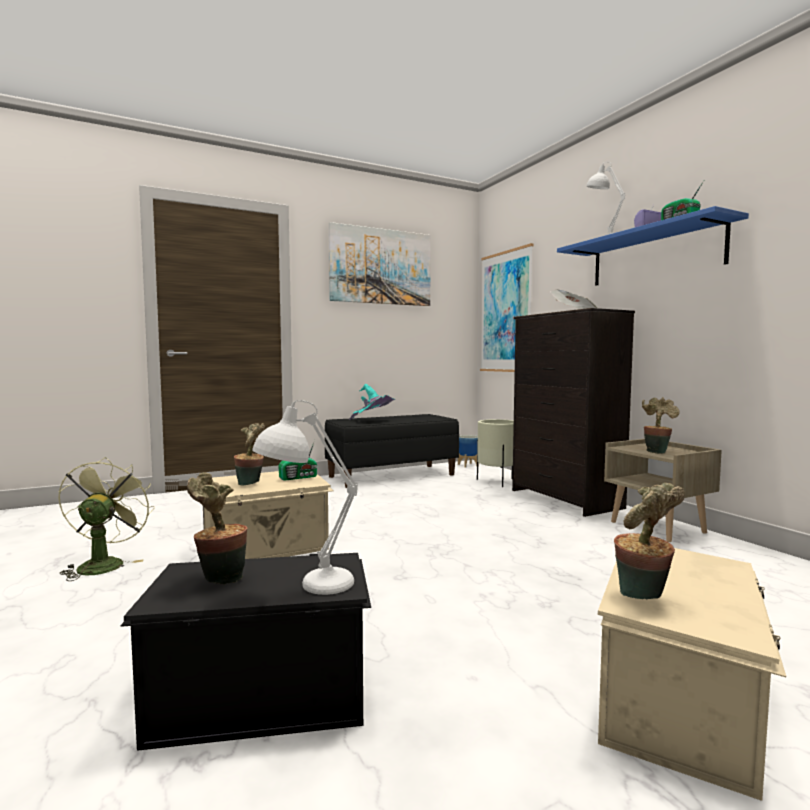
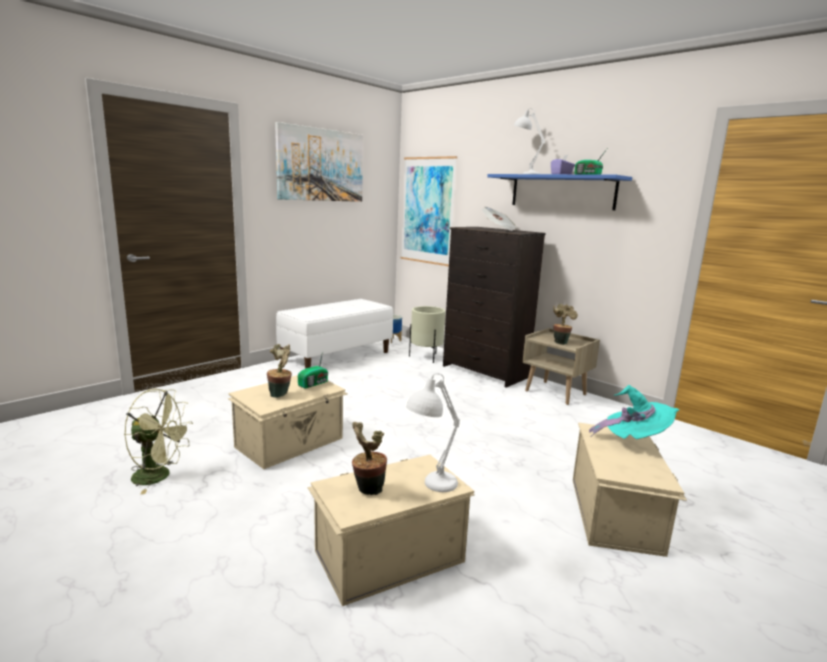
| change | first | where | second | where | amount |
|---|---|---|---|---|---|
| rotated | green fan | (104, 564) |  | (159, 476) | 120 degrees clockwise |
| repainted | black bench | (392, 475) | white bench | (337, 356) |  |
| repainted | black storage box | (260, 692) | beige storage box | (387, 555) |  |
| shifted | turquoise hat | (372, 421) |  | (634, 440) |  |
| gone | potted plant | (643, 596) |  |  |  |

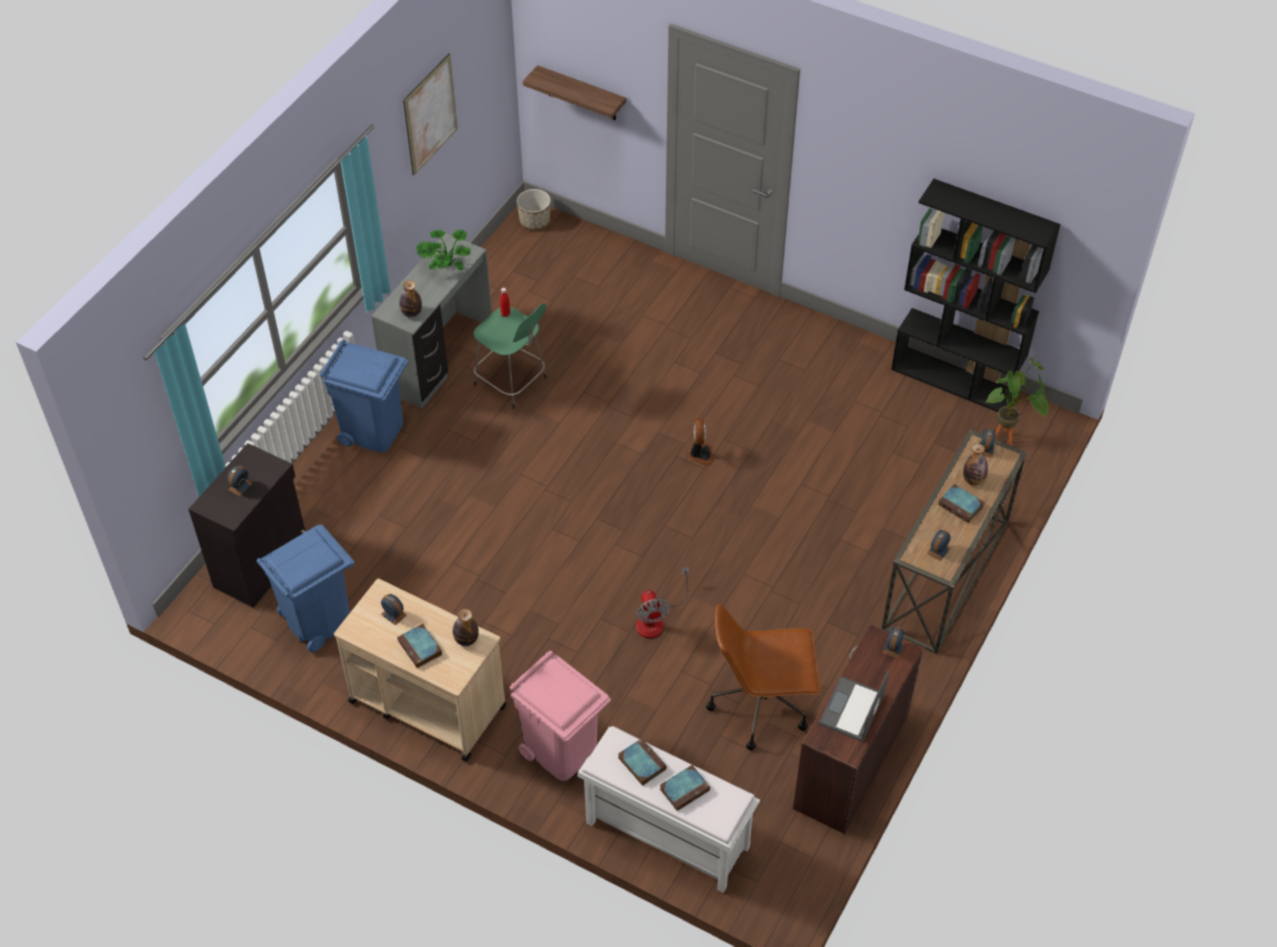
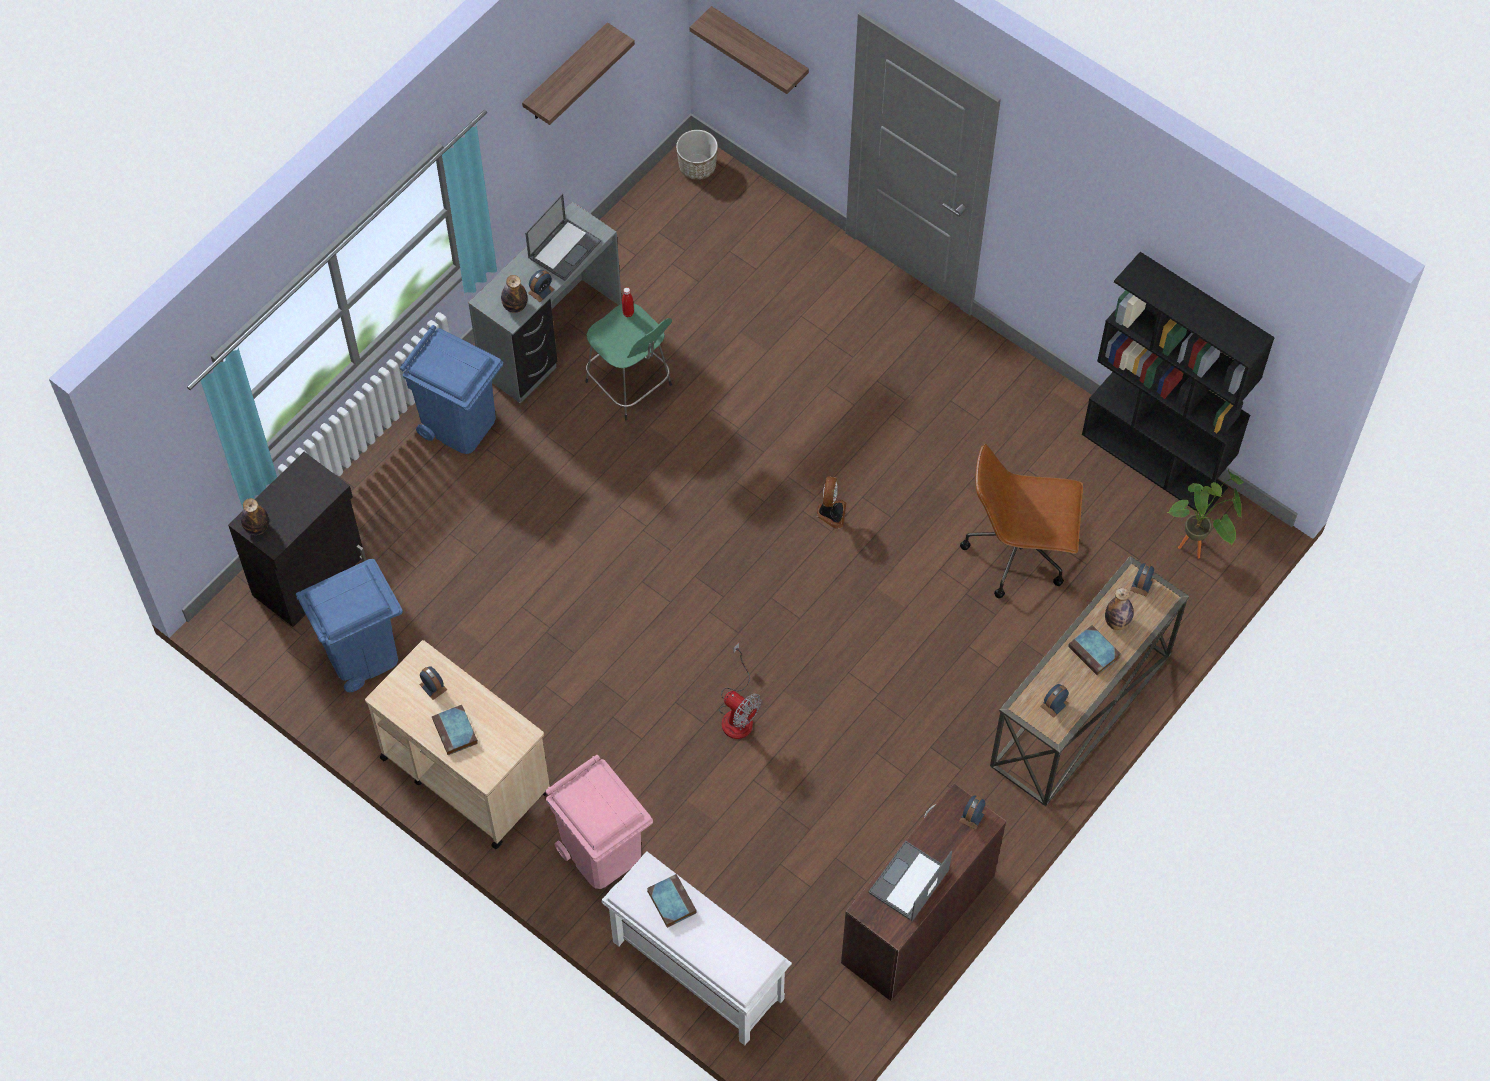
| change | first | where | second | where | amount |
|---|---|---|---|---|---|
| shifted | bottle | (466, 639) |  | (257, 527) |  |
| swapped | picture | (430, 114) | shelf | (566, 75) |  |
| swapped | potted plant | (445, 266) | laptop | (565, 249) |  |
| shifted | alarm clock | (240, 486) |  | (541, 291) |  |
| rotated | fan | (656, 619) |  | (737, 713) | 45 degrees counterclockwise |
| shifted | brown office chair | (761, 705) |  | (1019, 552) |  |
| gone | book | (685, 789) |  |  |  |

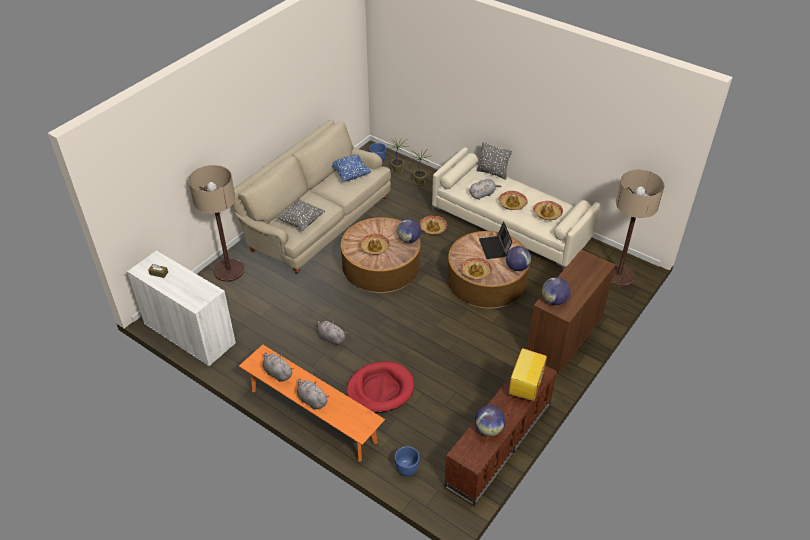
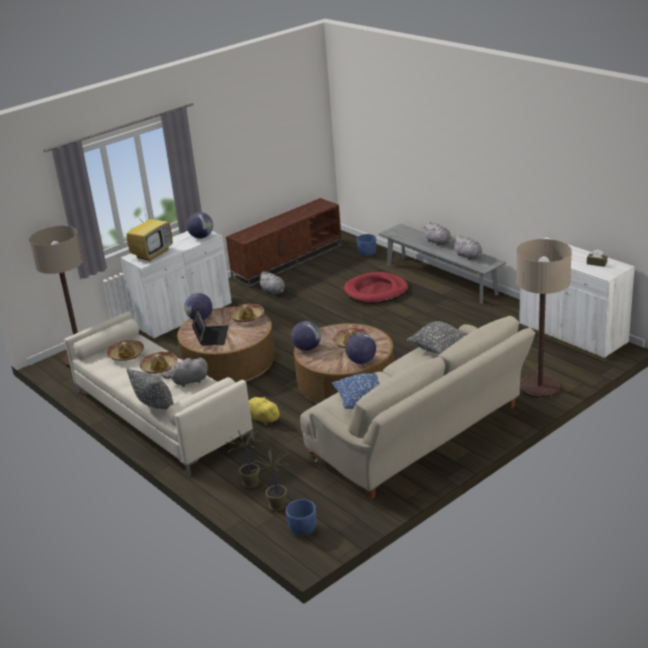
| change | first | where | second | where | amount |
|---|---|---|---|---|---|
| repainted | brown cabinet | (564, 337) | white cabinet | (183, 315) |  |
| shifted | television | (526, 388) |  | (152, 254) |  |
| swapped | hat | (433, 228) | yellow plush toy | (262, 418) |  |
| shifted | grey plush toy | (330, 338) |  | (274, 291) |  |
| shifted | globe | (489, 429) |  | (361, 361) |  |
| repainted | orange bench | (312, 416) | grey bench | (440, 279) |  |

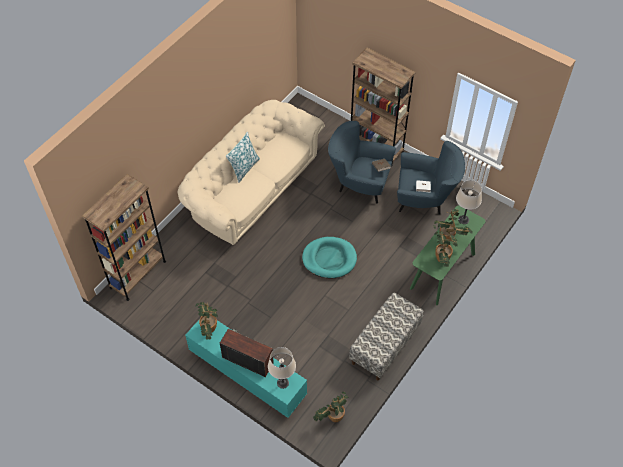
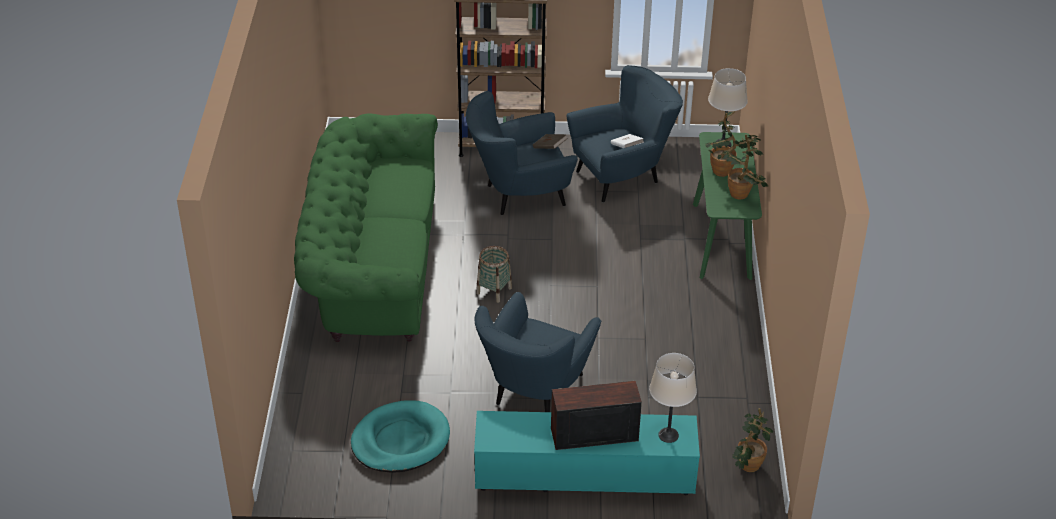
| change | first | where | second | where | amount |
|---|---|---|---|---|---|
| repainted | beige sofa | (251, 188) | green sofa | (372, 265) |  |
| shifted | turquoise dog bed | (329, 259) |  | (400, 440) |  |
| new |  |  | blue armchair | (534, 394) |  |
| new |  |  | basket | (494, 290) |  |
| gone | brown bookcase | (138, 274) |  |  |  |
| gone | potted plant | (208, 330) |  |  |  |
| gone | pillow | (244, 168) |  |  |  |
| gone | bench | (385, 345) |  |  |  |

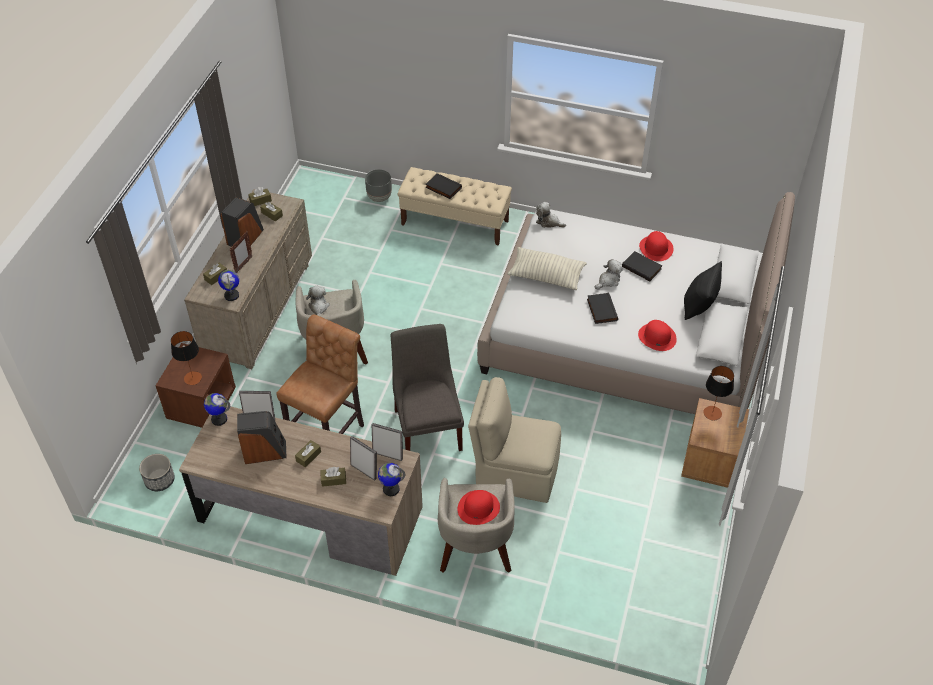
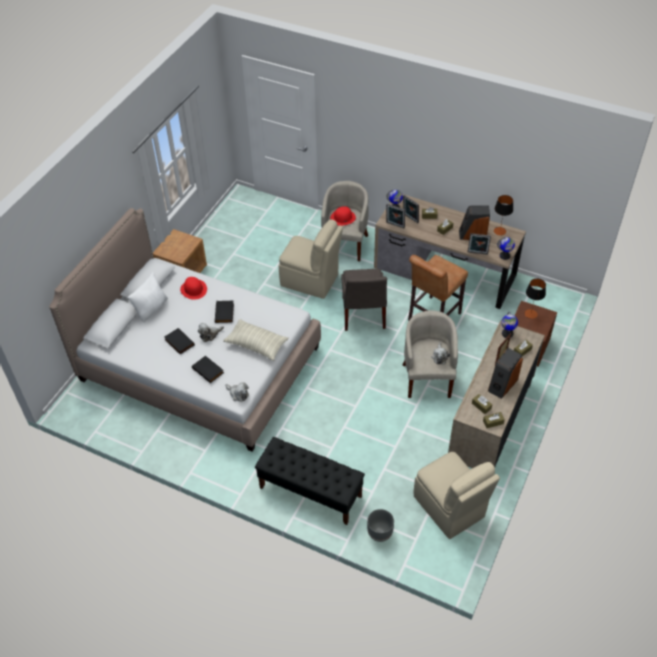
| change | first | where | second | where | amount |
|---|---|---|---|---|---|
| repainted | black pillow | (699, 305) | white pillow | (151, 308) |  |
| shifted | black book | (442, 188) |  | (208, 370) |  |
| repainted | beige bench | (455, 222) | black bench | (310, 492) |  |
| new |  |  | beige chair | (449, 508) |  |
| shifted | table lamp | (712, 413) |  | (499, 231) |  |
| gone | planter | (159, 480) |  |  |  |
| gone | red hat | (656, 248) |  |  |  |

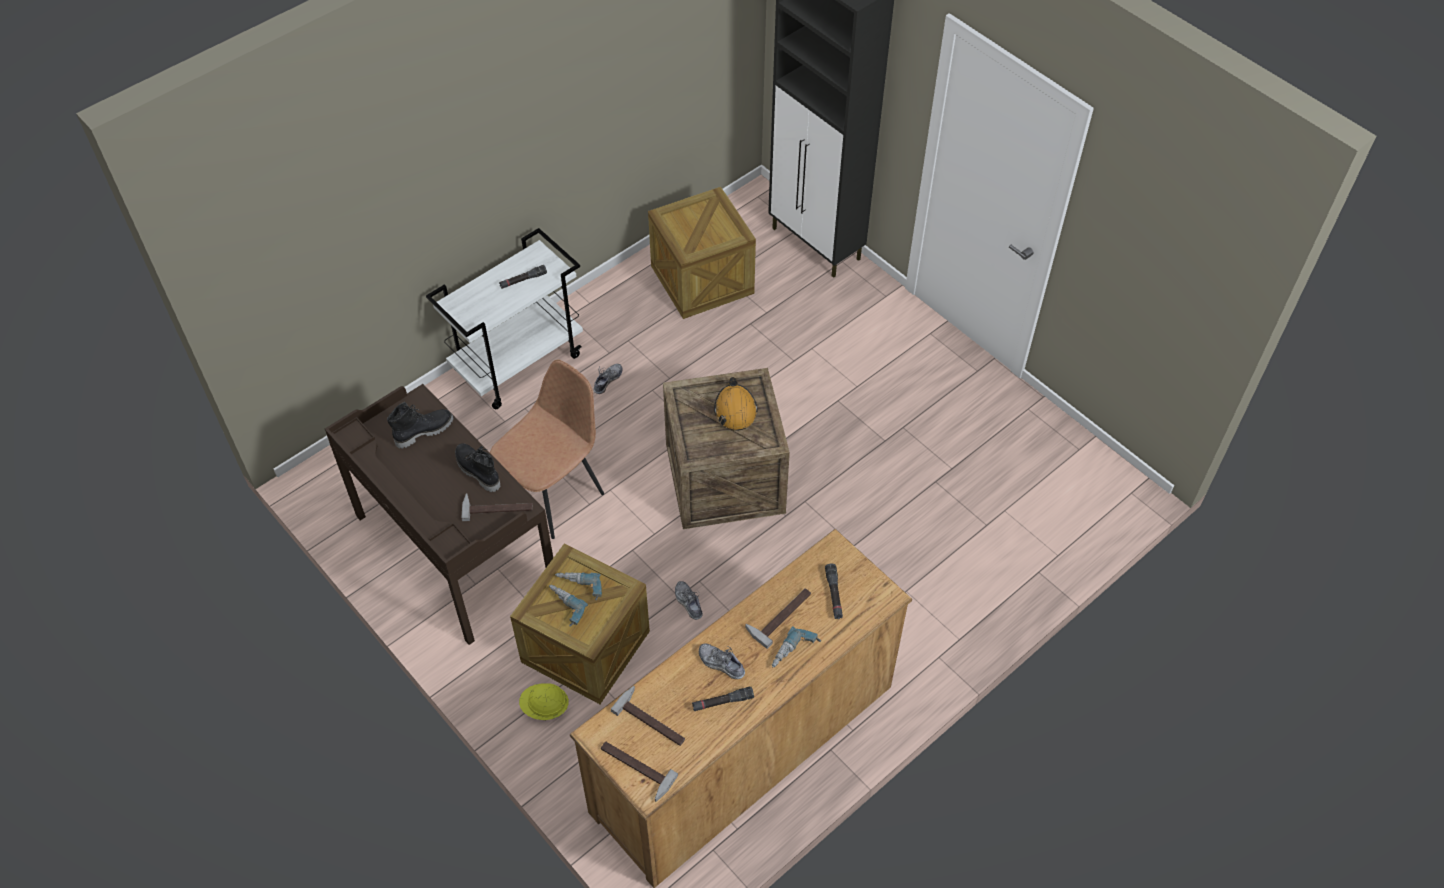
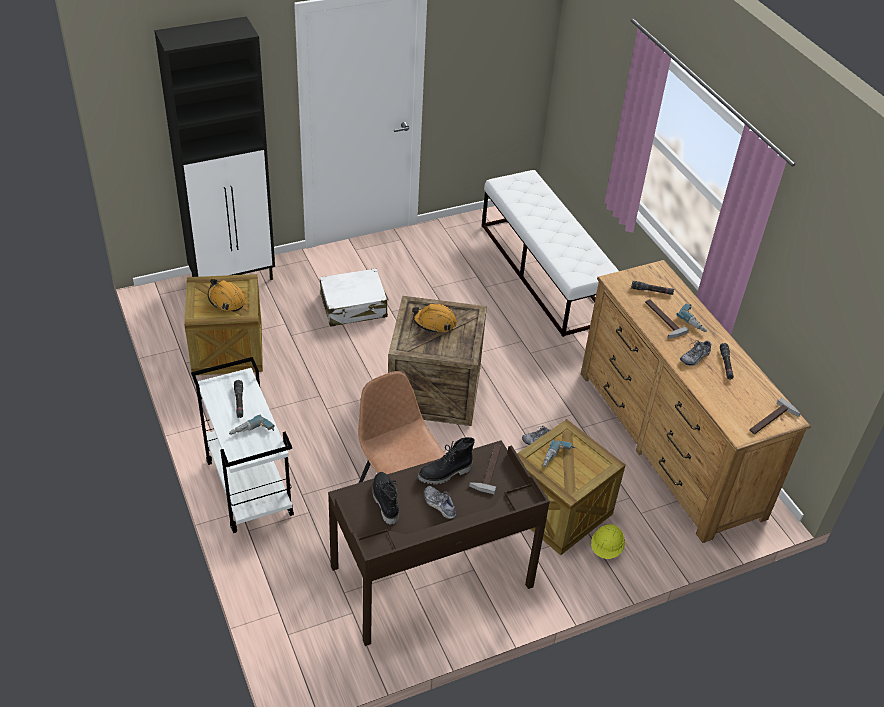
| change | first | where | second | where | amount |
|---|---|---|---|---|---|
| new |  |  | orange hard hat | (226, 300) |  |
| shifted | power drill | (563, 607) |  | (252, 433) |  |
| new |  |  | white suitcase | (354, 306) |  |
| shifted | shoe | (607, 381) |  | (439, 505) |  |
| new |  |  | white bench | (544, 272) |  |
| gone | hammer | (652, 719) |  |  |  |

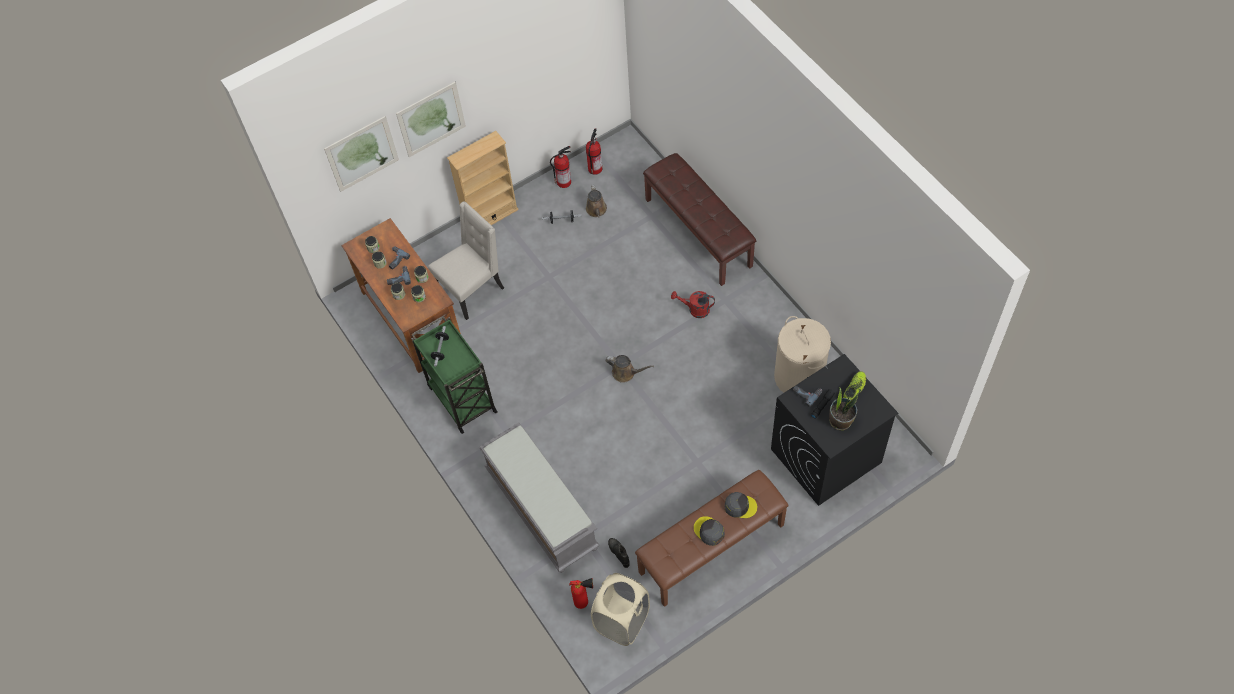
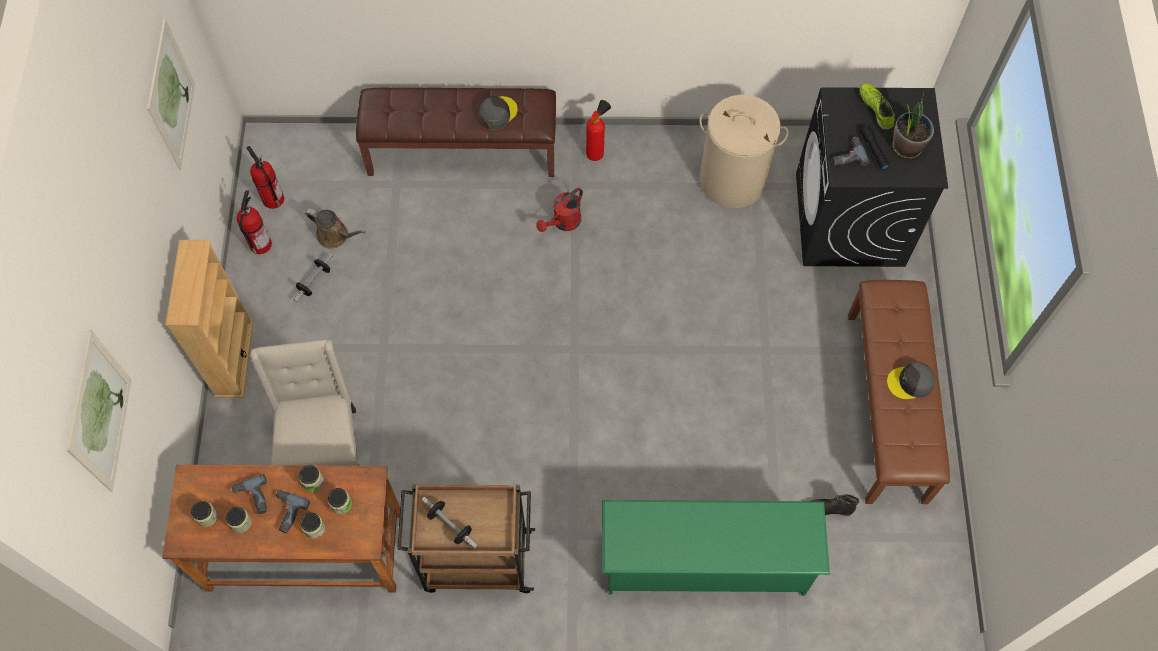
| change | first | where | second | where | amount |
|---|---|---|---|---|---|
| shifted | picture | (431, 119) |  | (171, 95) |  |
| repainted | green cart | (461, 398) | brown cart | (475, 561) |  |
| shifted | grey cap | (740, 506) |  | (497, 113) |  |
| shifted | fire extinguisher | (584, 602) |  | (597, 152) |  |
| swapped | grey bench | (540, 509) | green shoe rack | (705, 562) |  |
| gone | beige laundry basket | (622, 621) |  |  |  |
| gone | brown watering can | (626, 373) |  |  |  |

